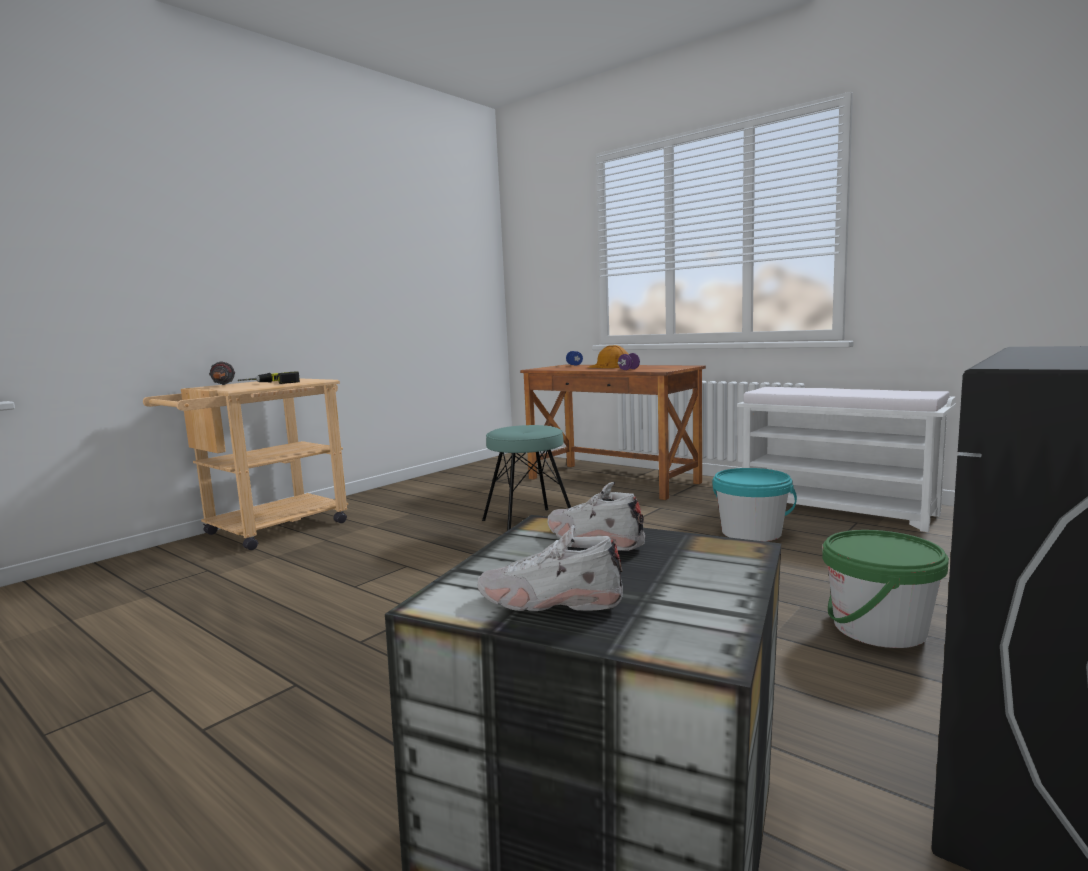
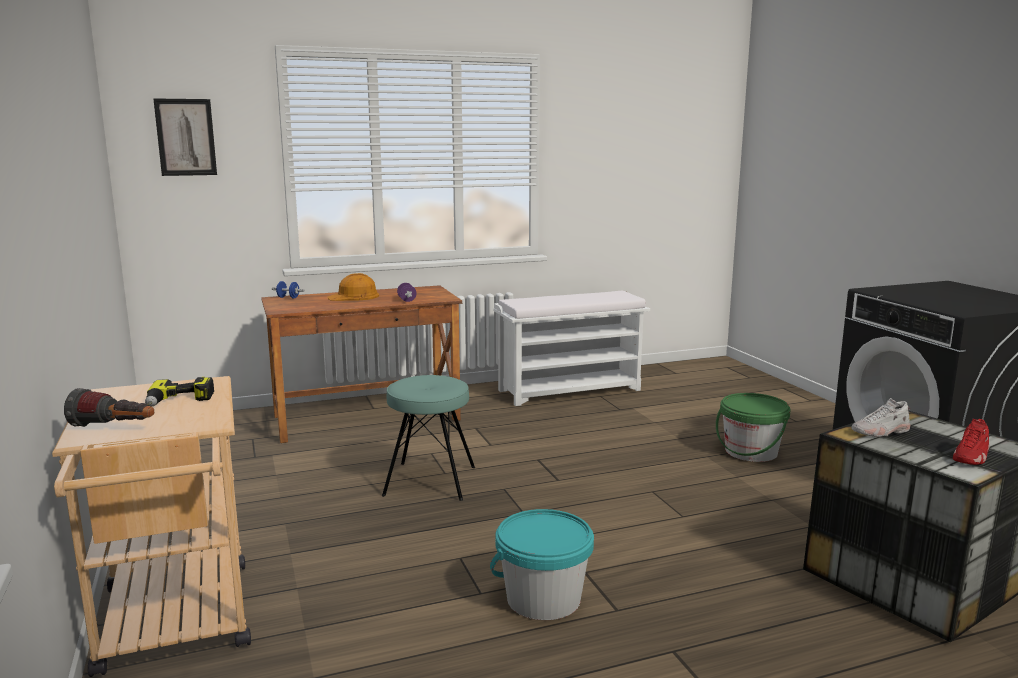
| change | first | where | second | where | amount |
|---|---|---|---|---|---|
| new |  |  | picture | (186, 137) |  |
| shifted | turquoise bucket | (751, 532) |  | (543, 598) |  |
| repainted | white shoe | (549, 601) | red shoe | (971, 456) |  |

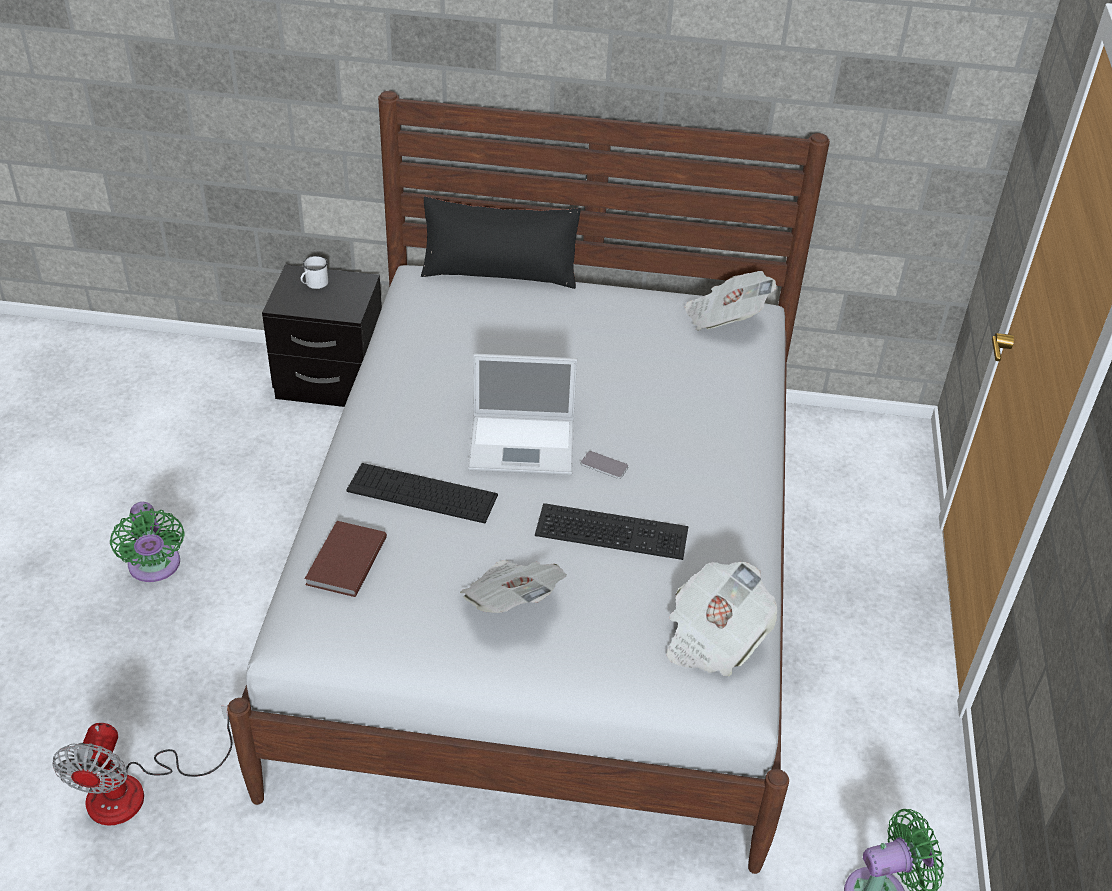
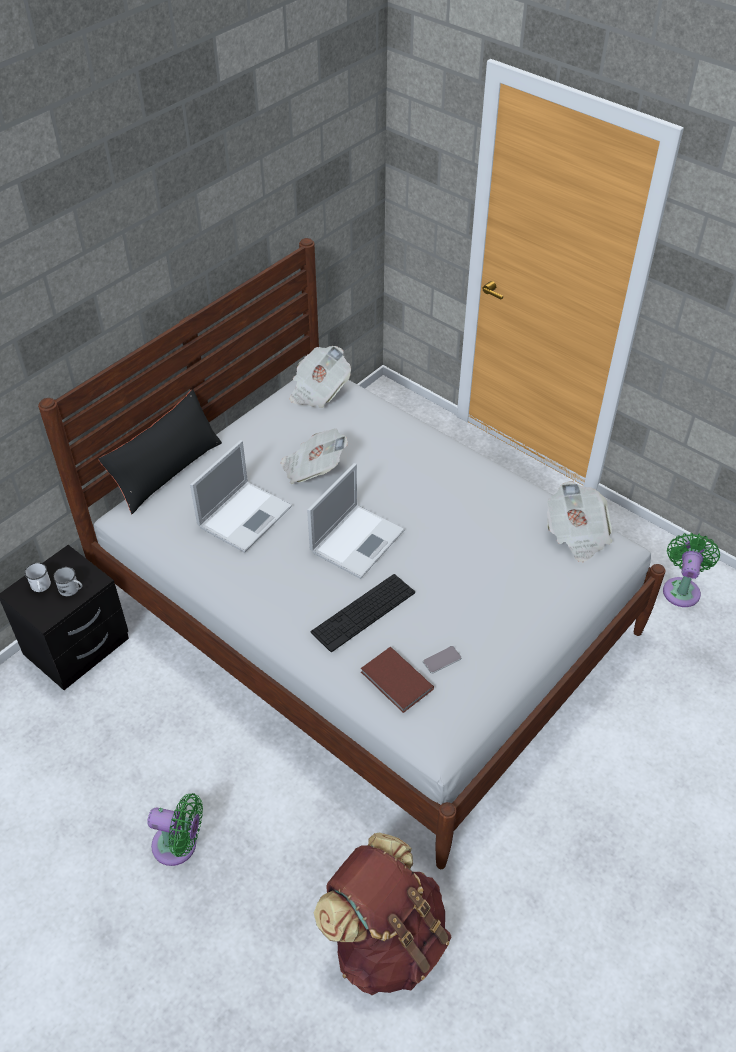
| change | first | where | second | where | amount |
|---|---|---|---|---|---|
| new |  |  | white mug | (72, 589) |  |
| new |  |  | laptop | (246, 515) |  |
| shifted | newspaper | (512, 601) |  | (313, 468) |  |
| swapped | fan | (137, 790) | brown backpack | (386, 940) |  |
| shifted | phone | (604, 465) |  | (442, 660) |  |
| gone | keyboard | (613, 530) |  |  |  |

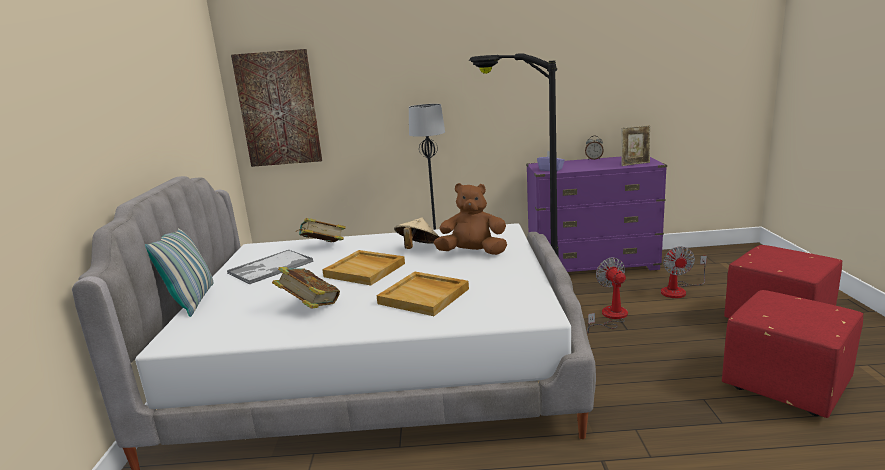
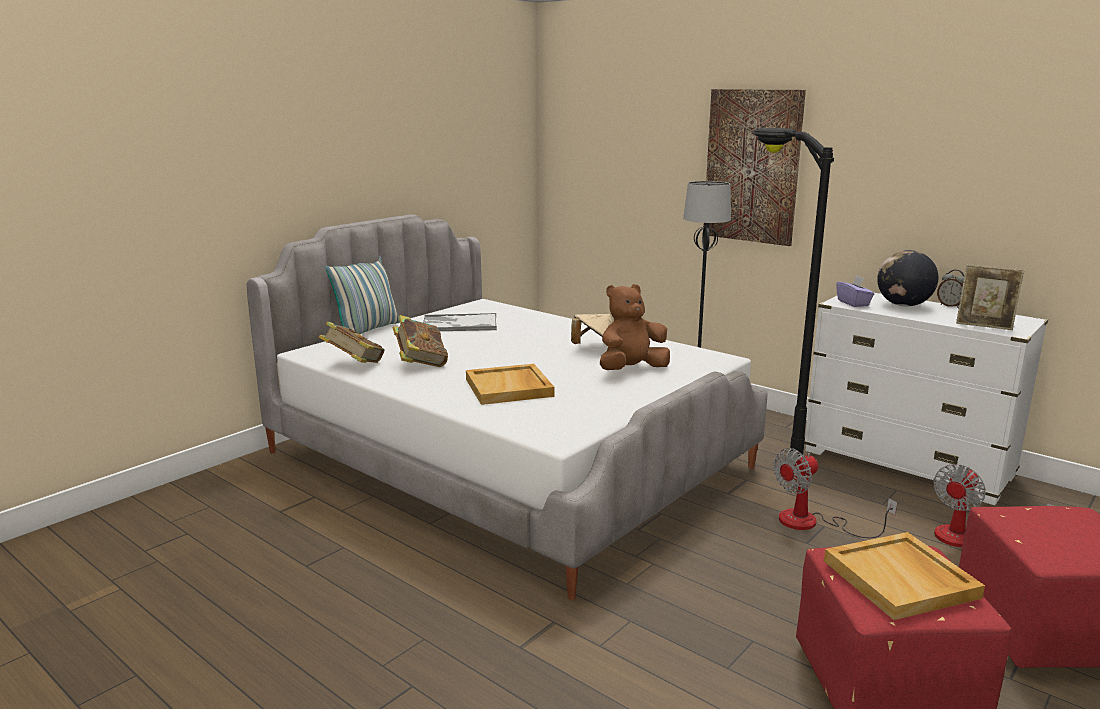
| change | first | where | second | where | amount |
|---|---|---|---|---|---|
| shifted | book | (323, 247) |  | (354, 365) |  |
| rotated | brown plush toy | (473, 253) |  | (631, 370) | 75 degrees counterclockwise |
| shifted | picture | (278, 109) |  | (752, 166) |  |
| rotated | fan | (610, 317) |  | (812, 523) | 150 degrees counterclockwise |
| repainted | purple dresser | (592, 265) | white dresser | (907, 464) |  |
| shifted | beige tray | (365, 270) |  | (901, 579) |  |
| new |  |  | globe | (903, 305) |  |

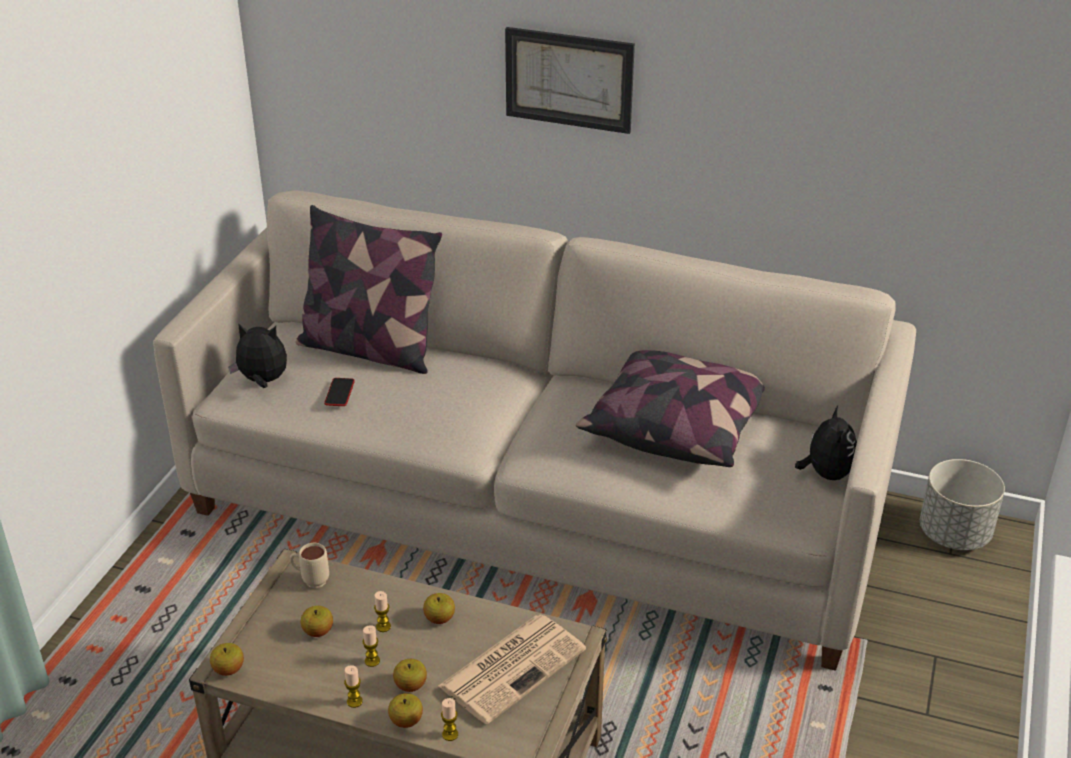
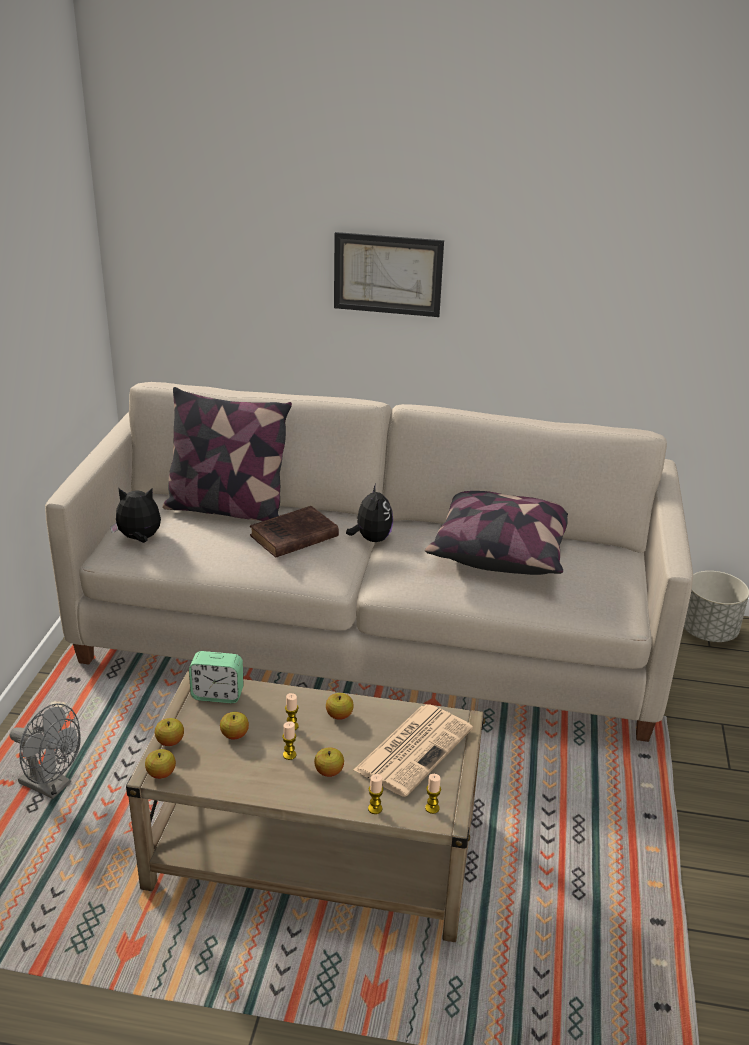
| change | first | where | second | where | amount |
|---|---|---|---|---|---|
| new |  |  | grey fan | (52, 786) |  |
| shifted | apple | (406, 721) |  | (170, 742) |  |
| swapped | beige mug | (310, 580) | alarm clock | (217, 694) |  |
| new |  |  | brown book | (292, 537) |  |
| shifted | plush toy | (825, 473) |  | (371, 539) |  |
| shifted | candle | (354, 701) |  | (432, 808) |  |
| gone | phone | (339, 393) |  |  |  |

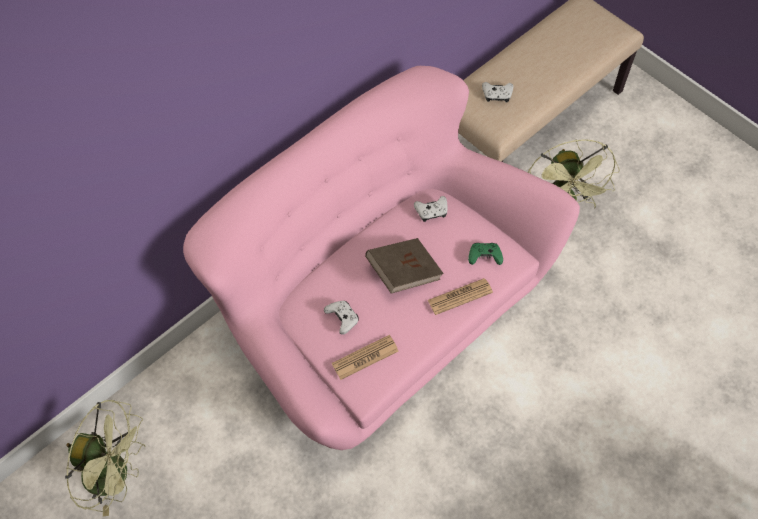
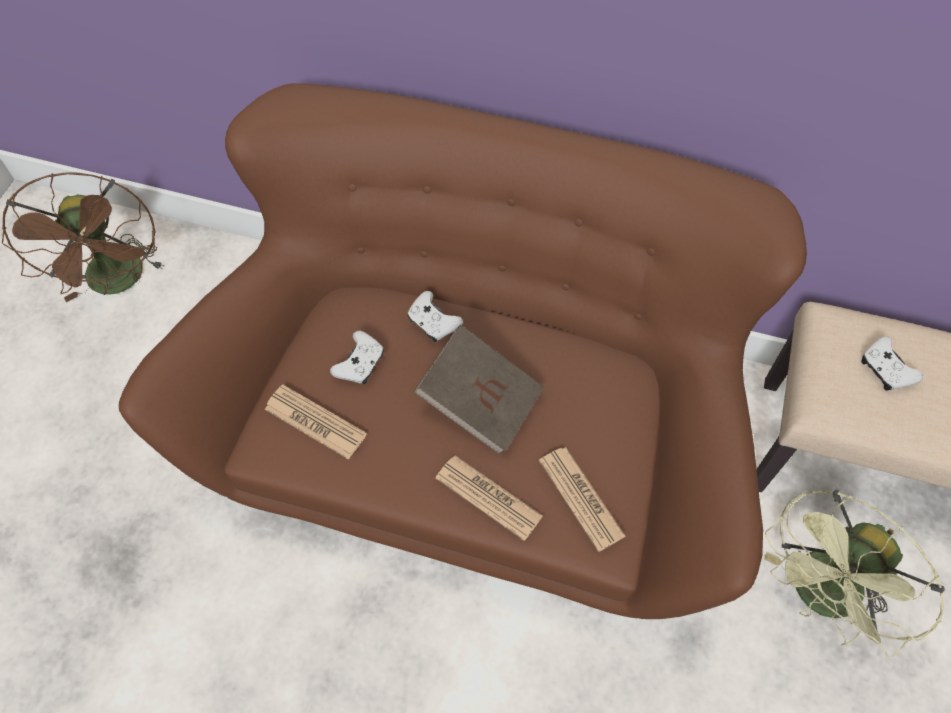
| change | first | where | second | where | amount |
|---|---|---|---|---|---|
| repainted | green fan | (116, 474) | brown fan | (118, 283) |  |
| repainted | pink sofa | (380, 314) | brown sofa | (475, 440) |  |
| shifted | white game controller | (431, 212) |  | (433, 322) |  |
| swapped | green game controller | (484, 257) | newspaper | (581, 498) |  |

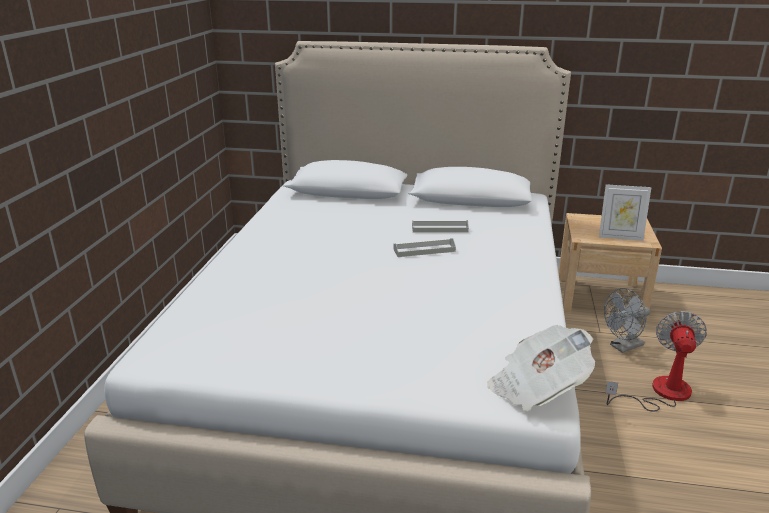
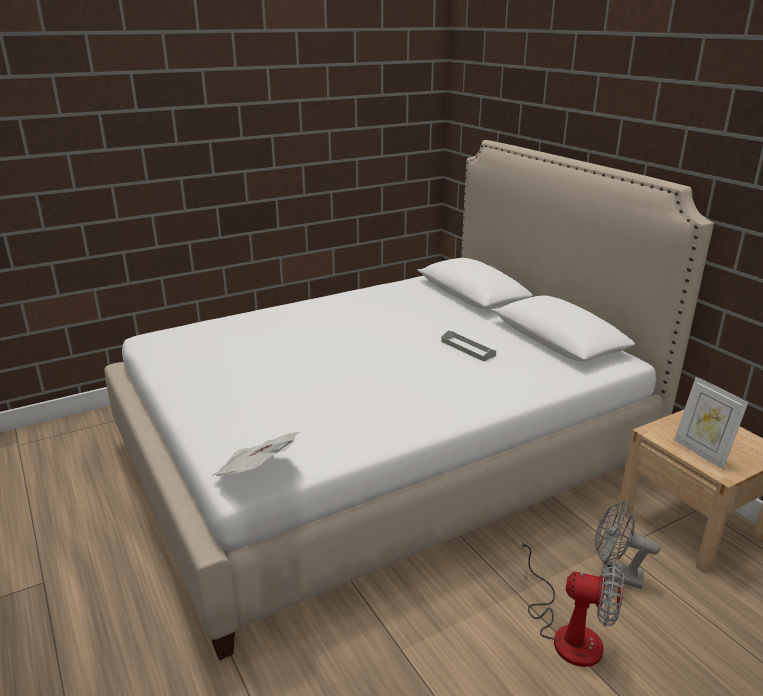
| change | first | where | second | where | amount |
|---|---|---|---|---|---|
| rotated | fan | (660, 393) |  | (567, 631) | 45 degrees clockwise |
| gone | grey tray | (424, 250) |  |  |  |

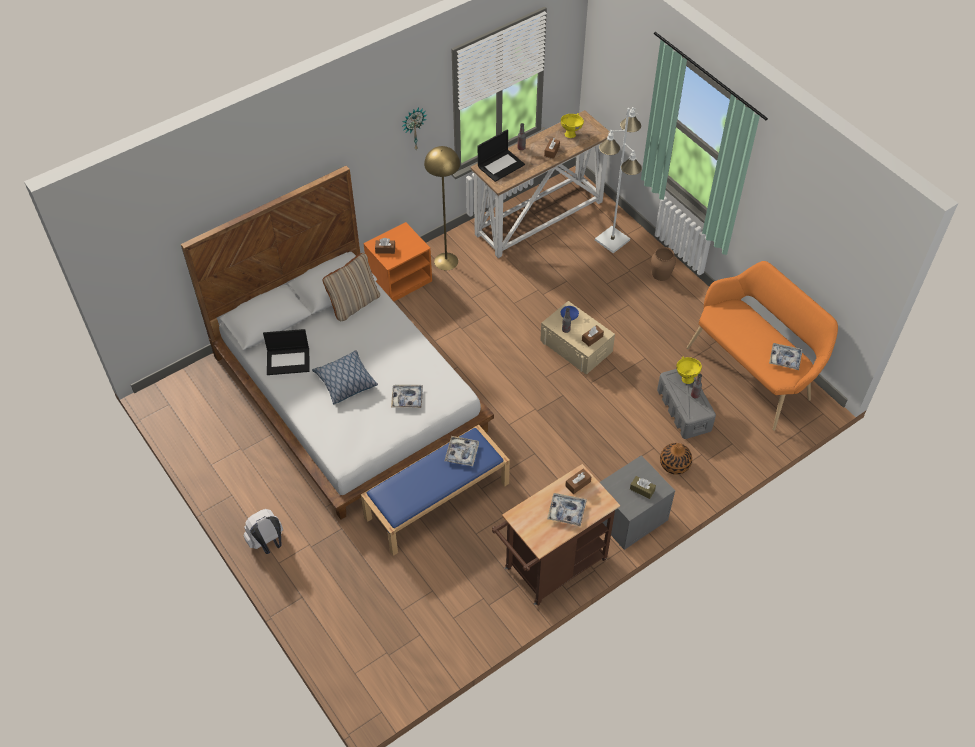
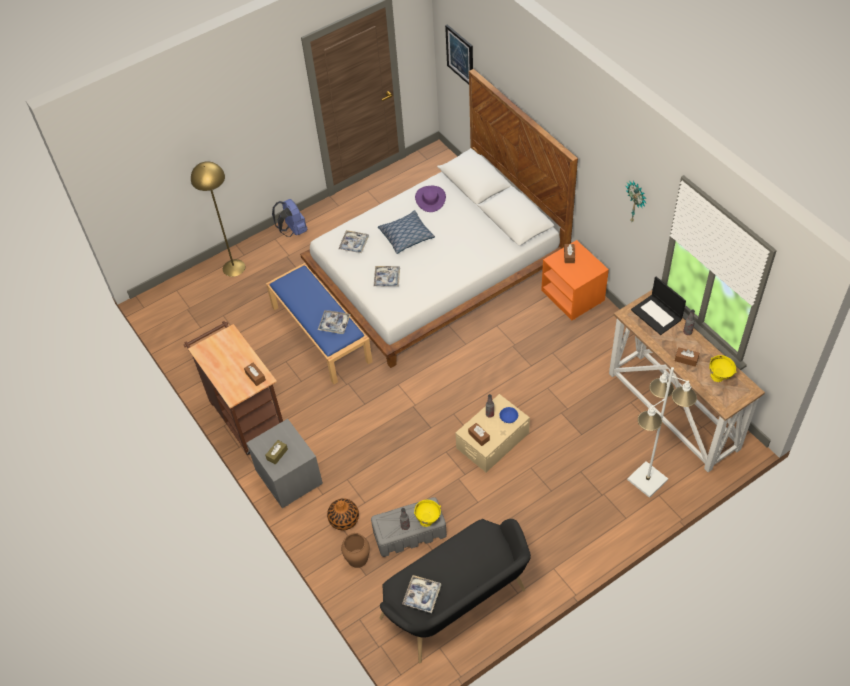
| change | first | where | second | where | amount |
|---|---|---|---|---|---|
| shifted | yellow floor lamp | (446, 261) |  | (233, 267) |  |
| repainted | white backpack | (267, 543) | blue backpack | (293, 231) |  |
| shifted | tray | (566, 511) |  | (354, 244) |  |
| shifted | brown vase | (661, 274) |  | (357, 558) |  |
| repainted | orange bench | (753, 372) | black bench | (458, 608) |  |
| swapped | laptop | (288, 361) | purple hat | (430, 199) |  |
| new |  |  | picture | (460, 55) |  |
| gone | beige pillow | (354, 304) |  |  |  |

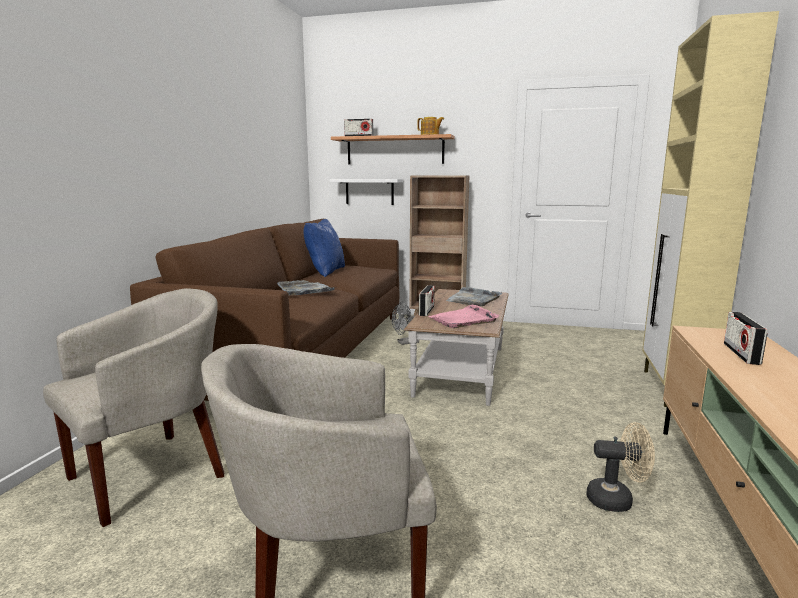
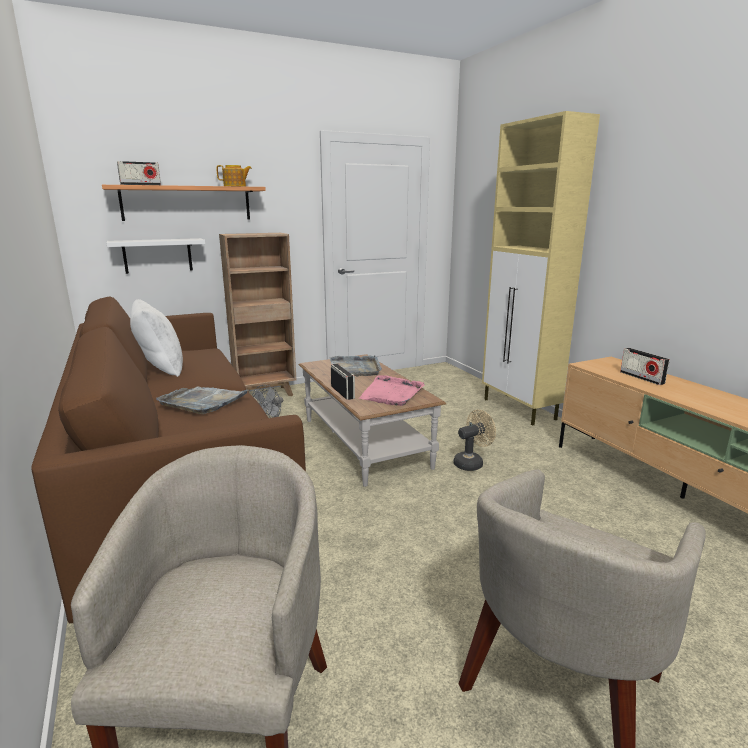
| change | first | where | second | where | amount |
|---|---|---|---|---|---|
| repainted | blue pillow | (325, 272) | white pillow | (160, 368) |  |
| shifted | beige fan | (617, 500) |  | (471, 463) |  |

